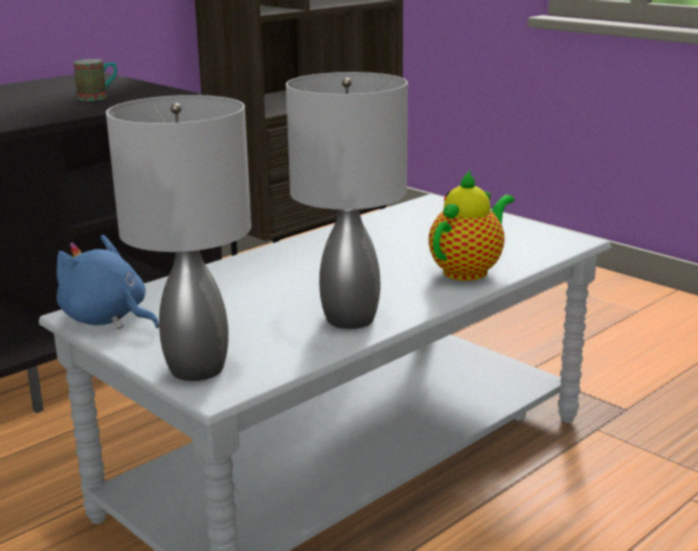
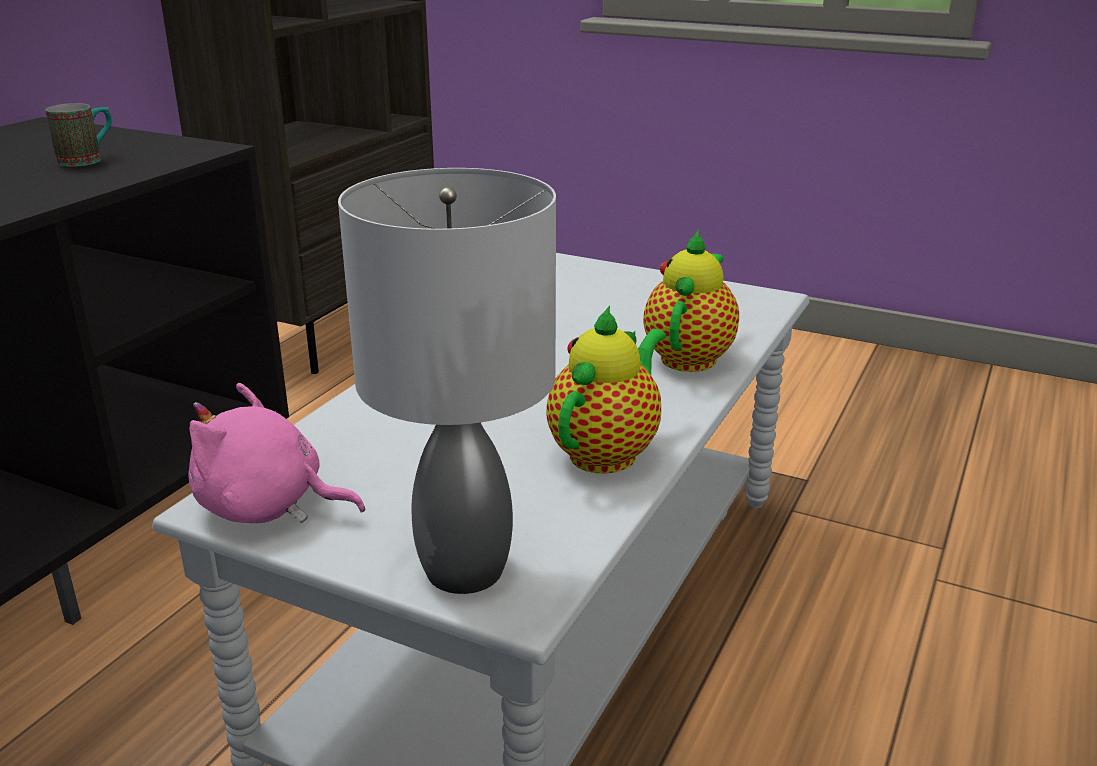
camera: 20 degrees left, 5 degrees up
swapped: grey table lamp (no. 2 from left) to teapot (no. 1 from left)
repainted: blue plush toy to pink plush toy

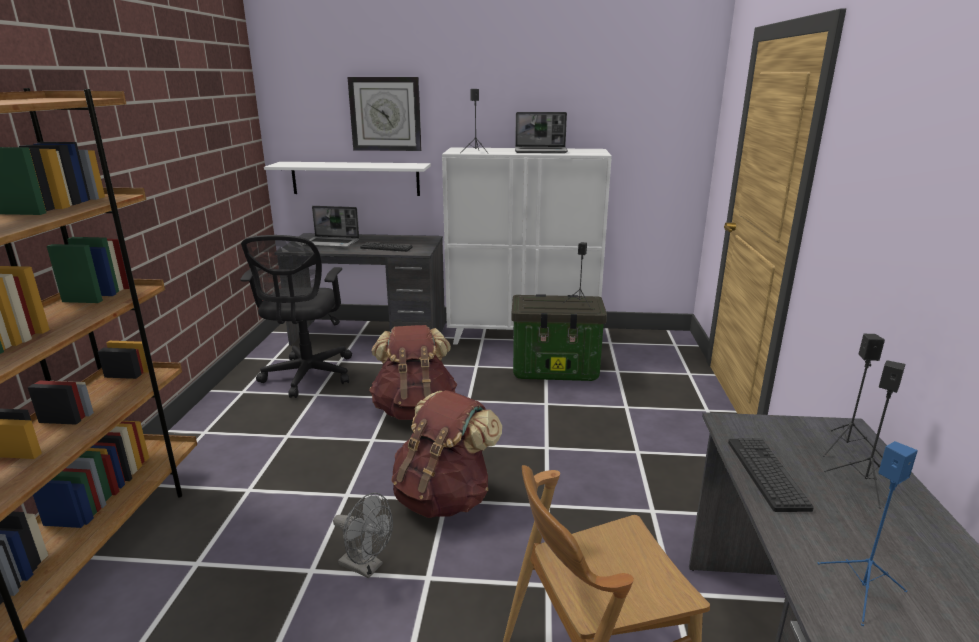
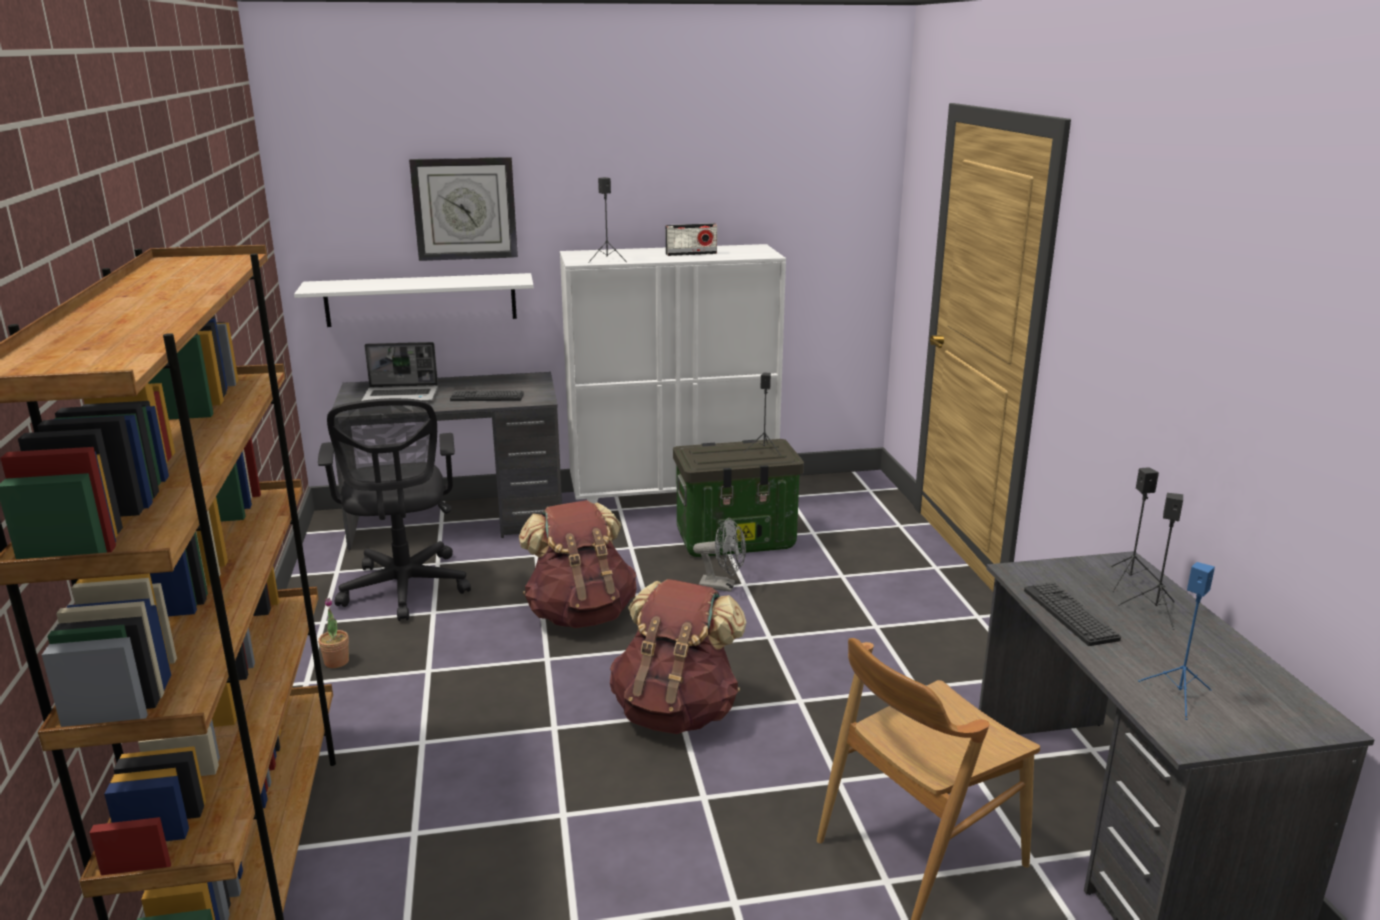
camera: 15 degrees left, 0 degrees up
new: potted plant
shifted: grey fan
swapped: laptop (no. 2 from left) to radio

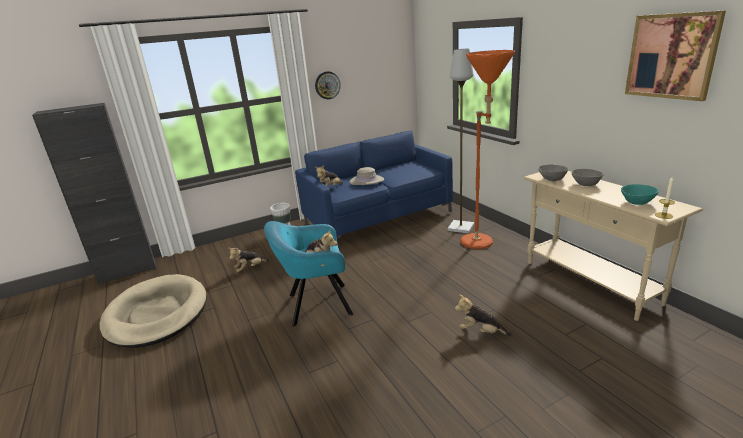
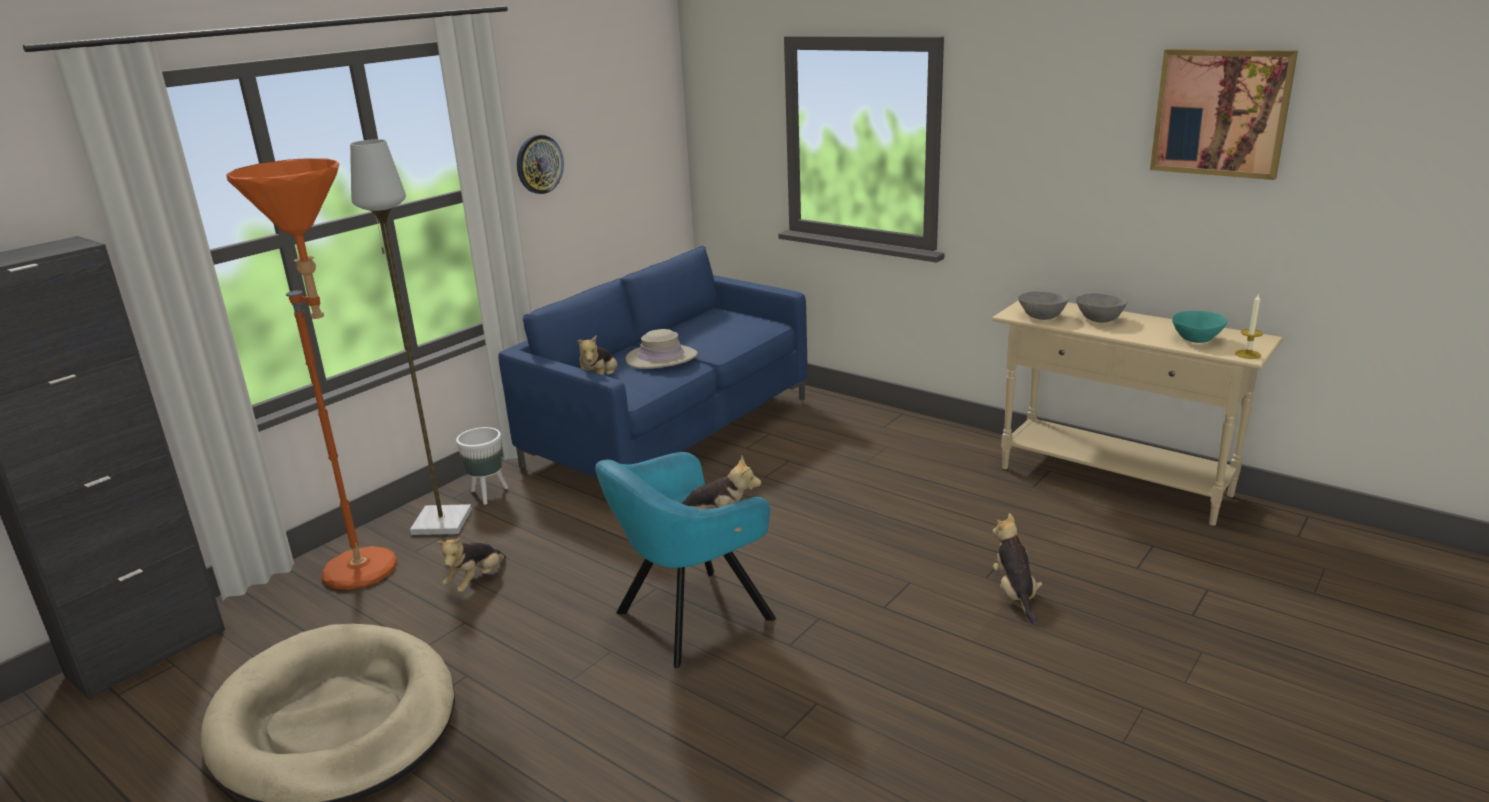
camera: 25 degrees left, 0 degrees up
shifted: orange floor lamp; grey floor lamp
rotated: plush toy (no. 4 from left) 90 degrees clockwise

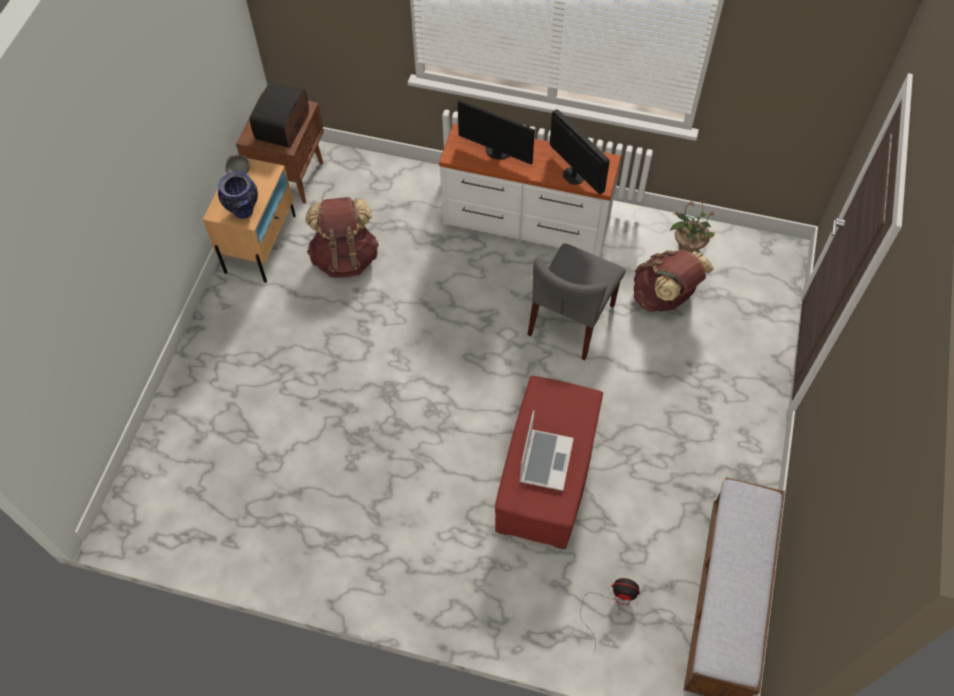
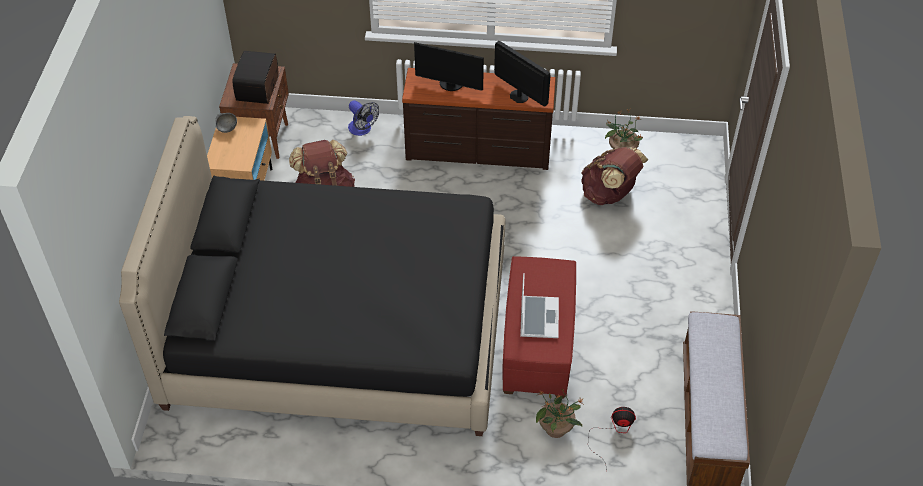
camera: 10 degrees left, 10 degrees down
gone: vase; grey chair
new: black bed; fan (no. 1 from left); potted plant (no. 1 from left)
repainted: white dresser to brown dresser

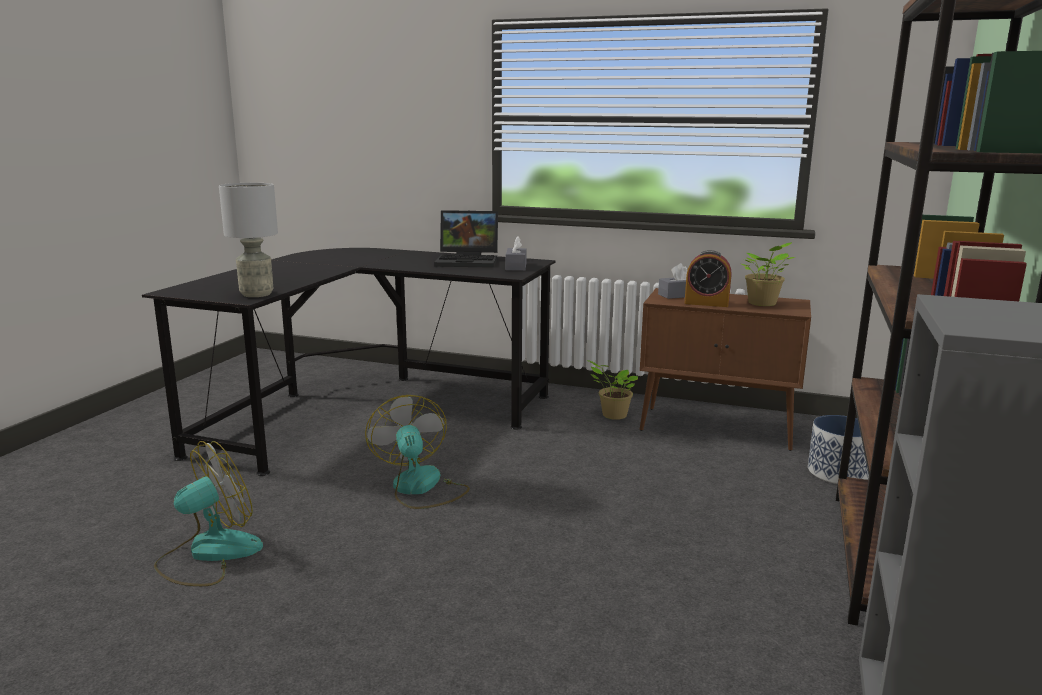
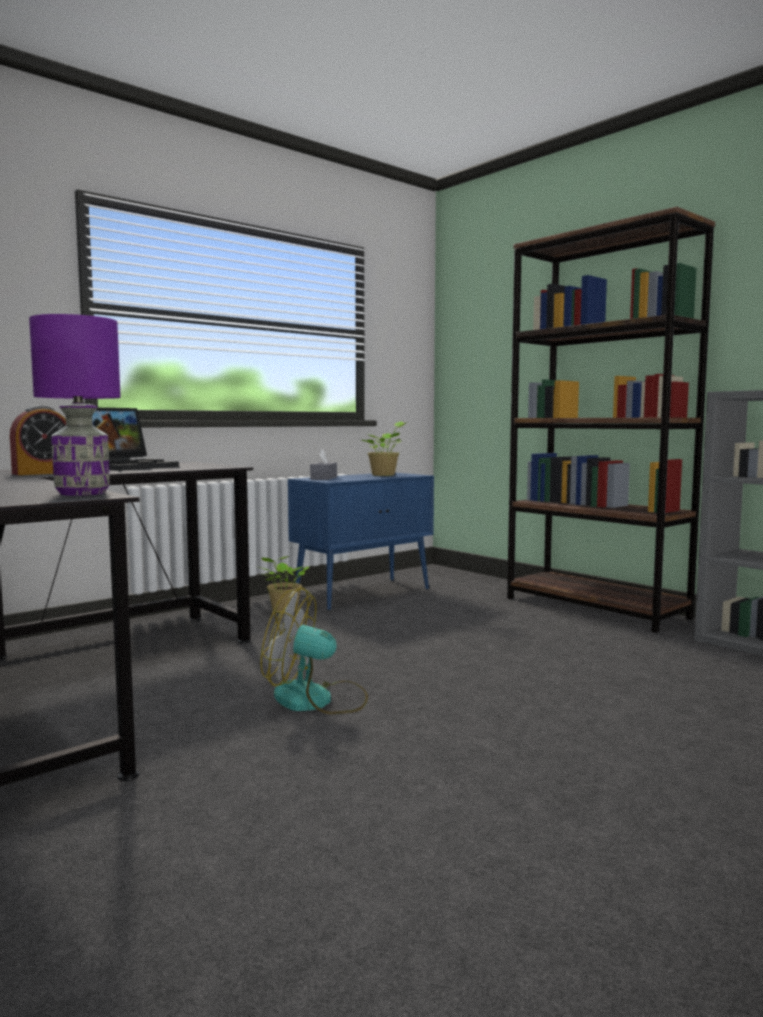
camera: 60 degrees left, 10 degrees down
gone: fan (no. 1 from left); grey tissue box (no. 1 from left); planter
shifted: alarm clock
repainted: grey table lamp to purple table lamp; brown cabinet to blue cabinet

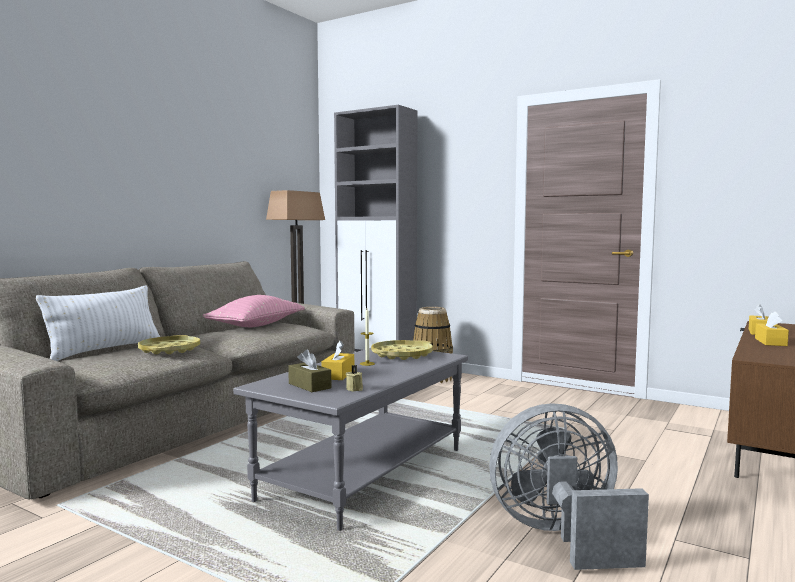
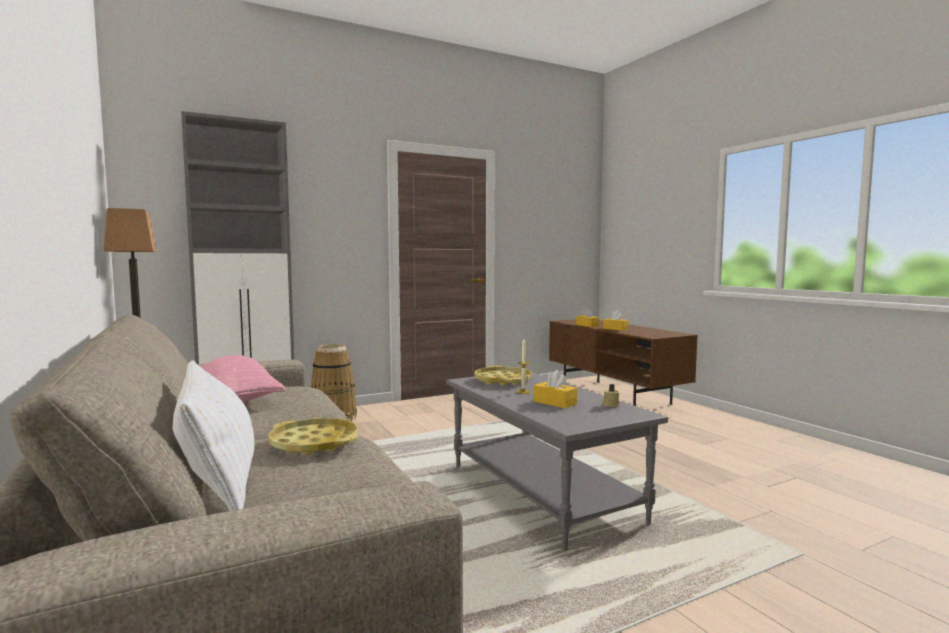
camera: 60 degrees left, 0 degrees up
gone: brown tissue box; grey fan

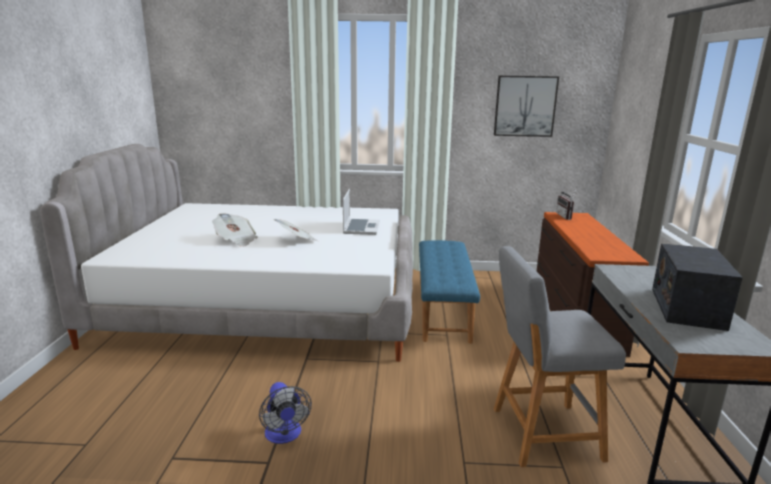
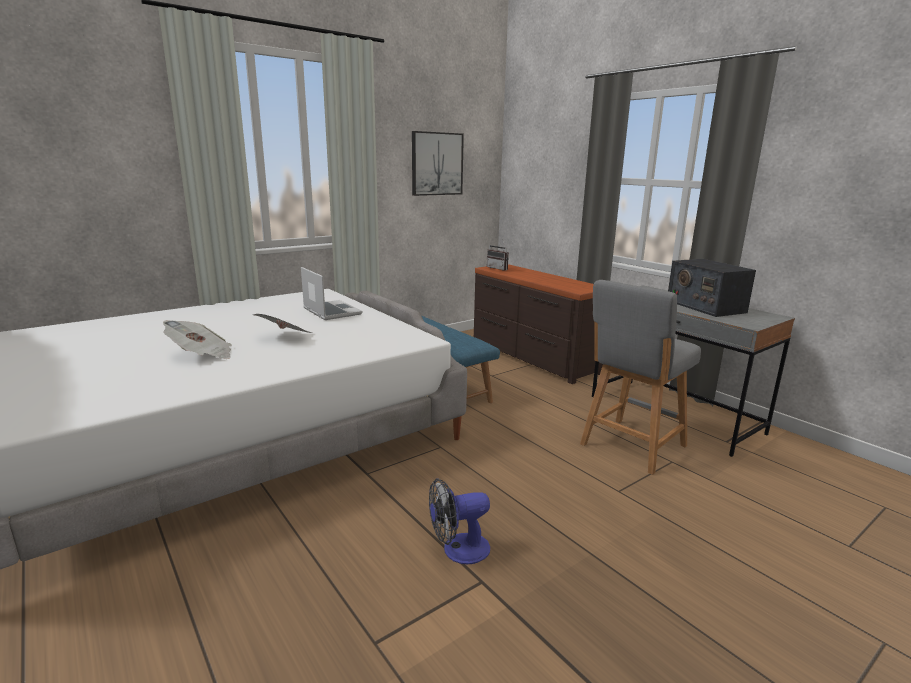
camera: 40 degrees left, 0 degrees up
rotated: fan 135 degrees clockwise

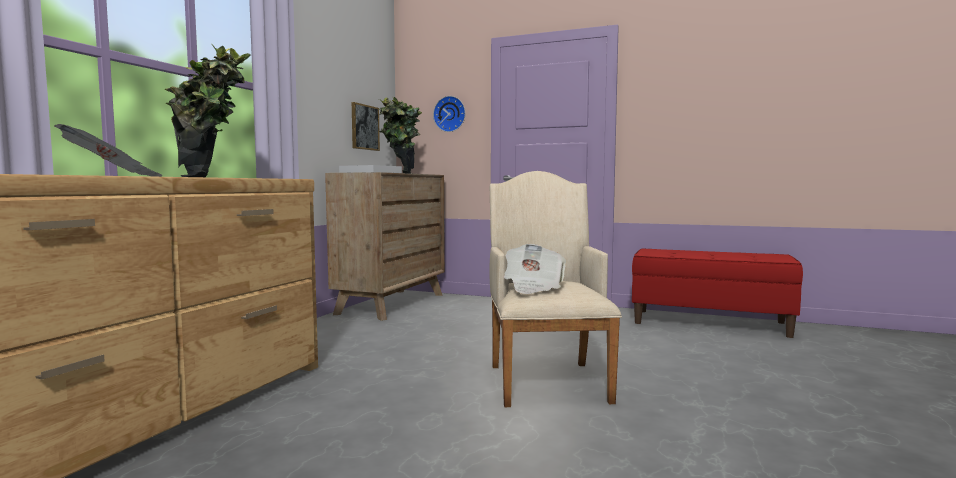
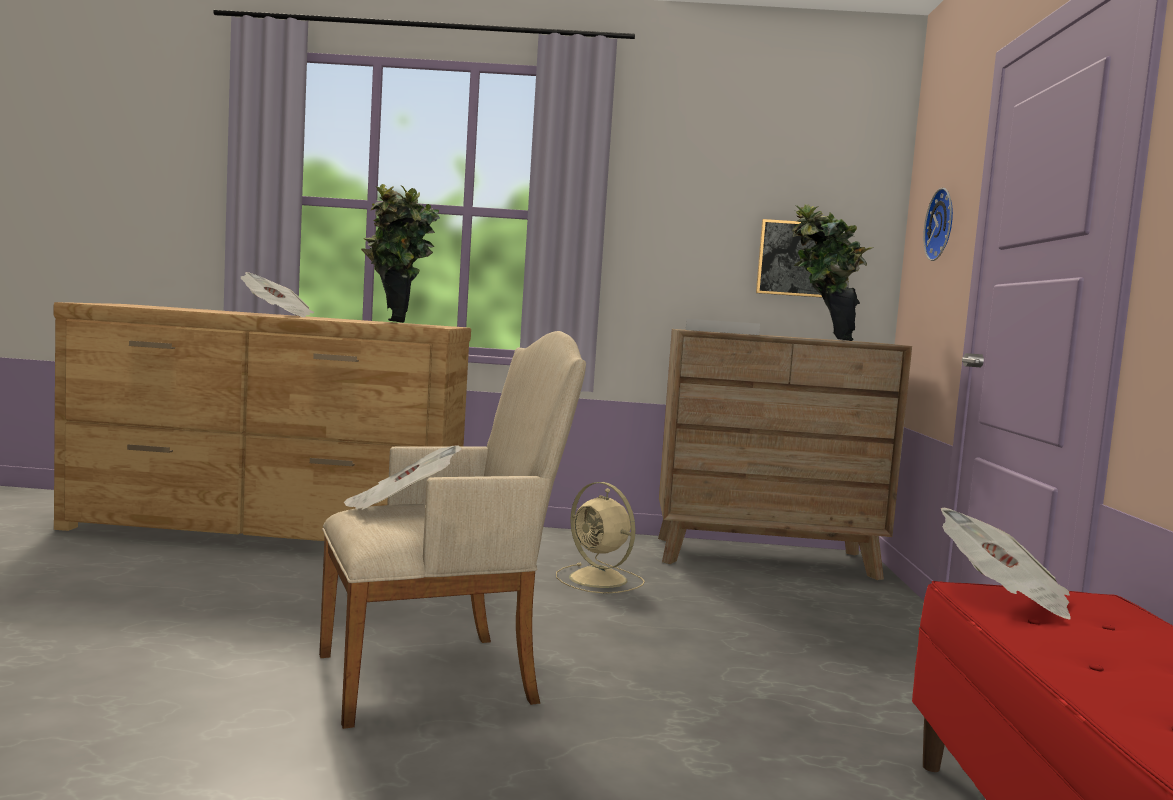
camera: 70 degrees right, 0 degrees up
new: beige fan; newspaper (no. 3 from left)

